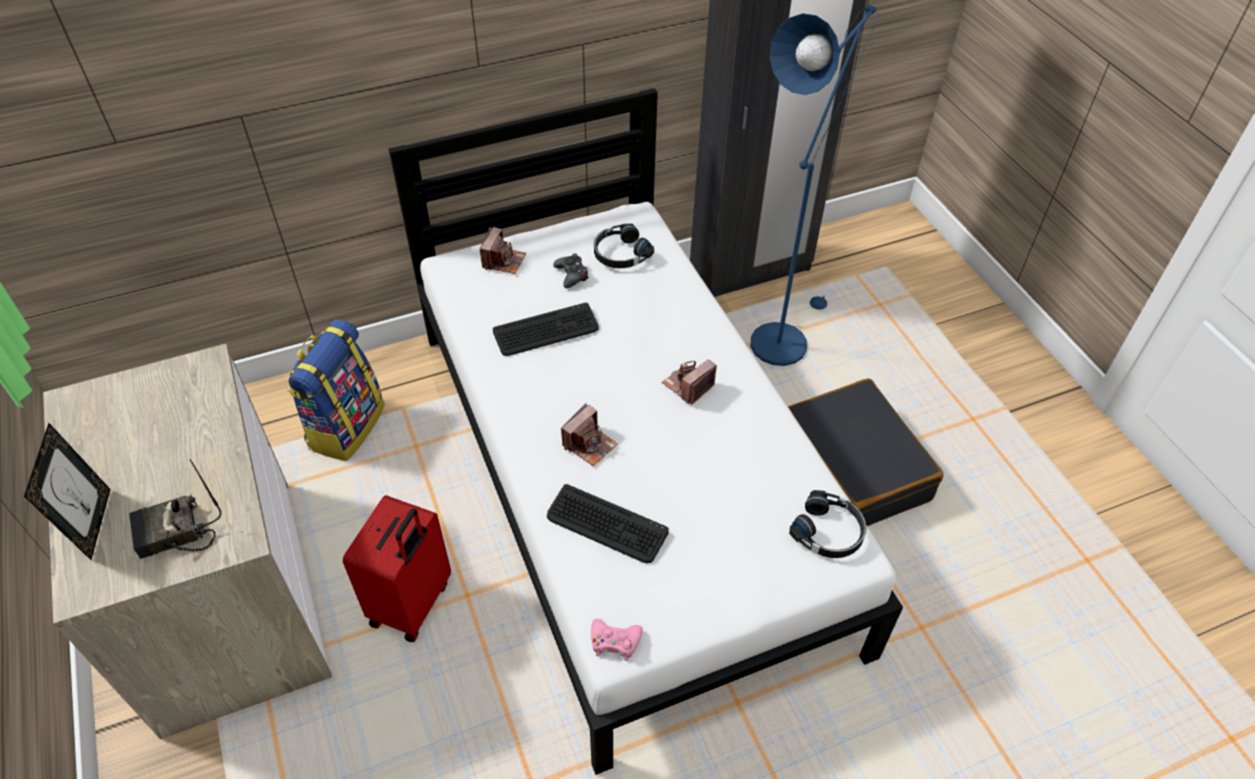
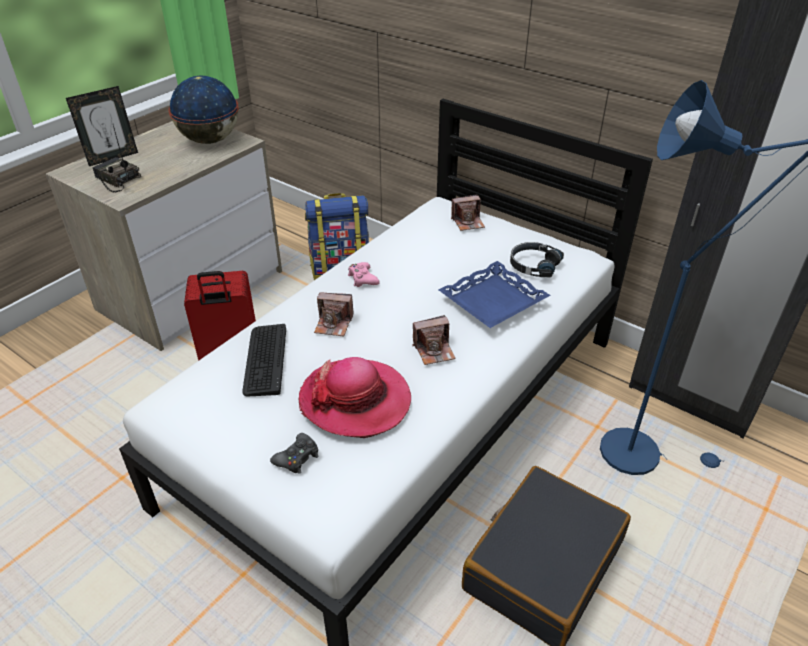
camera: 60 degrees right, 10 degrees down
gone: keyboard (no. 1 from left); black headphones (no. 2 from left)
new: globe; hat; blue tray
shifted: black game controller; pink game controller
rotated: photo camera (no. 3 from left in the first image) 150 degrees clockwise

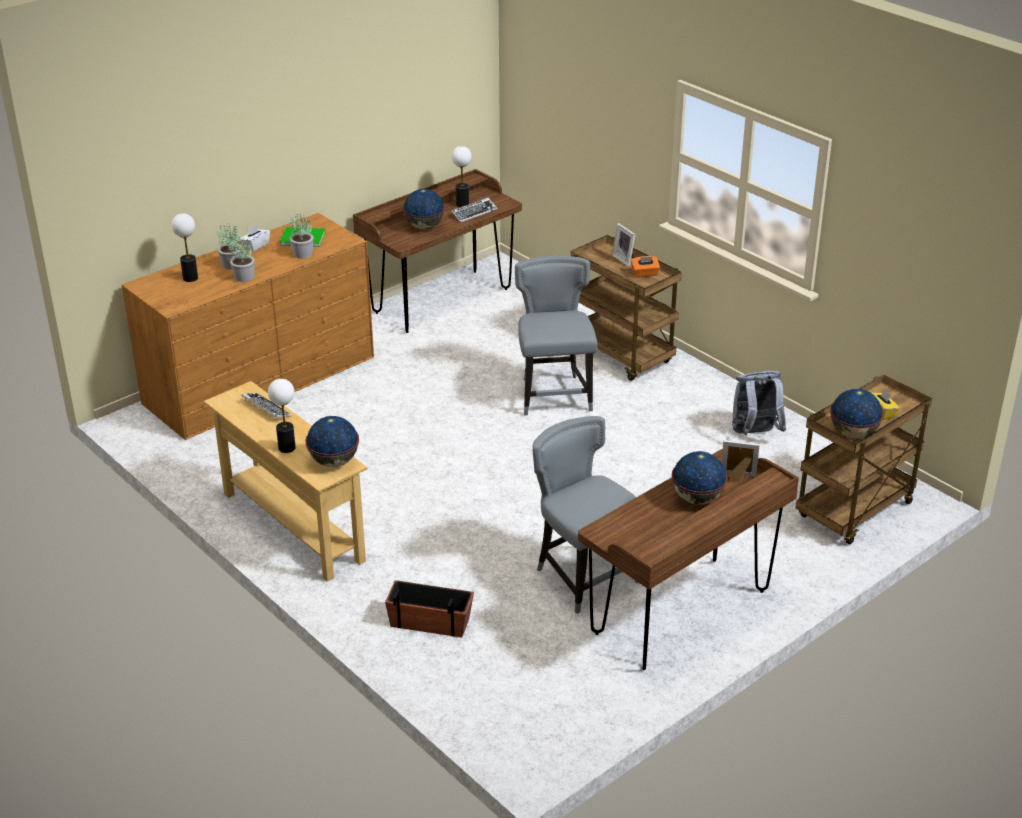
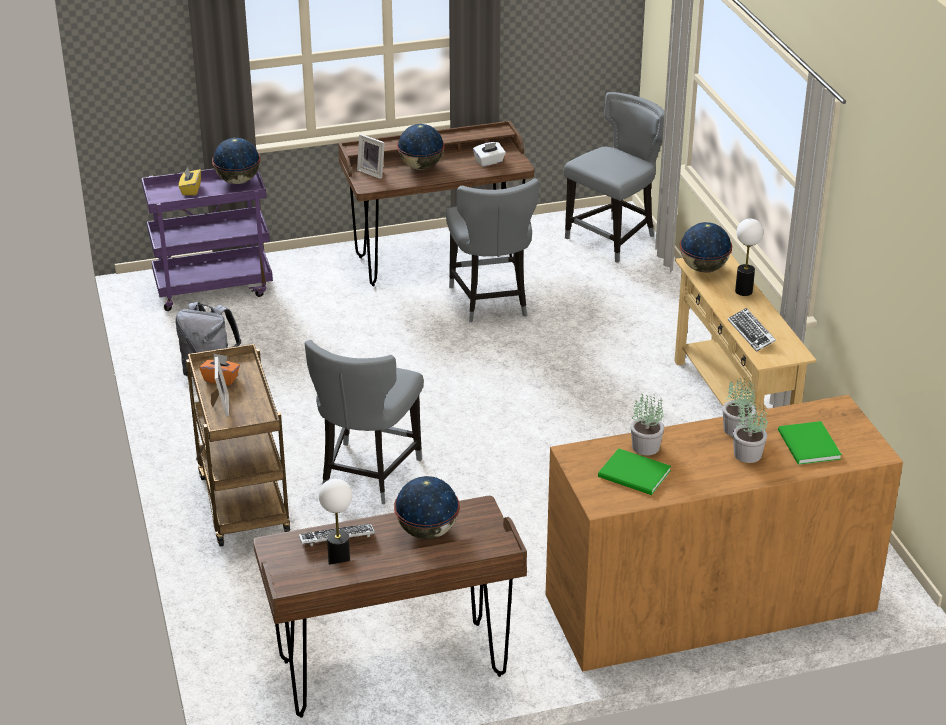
camera: 155 degrees left, 0 degrees up
gone: planter
new: grey chair (no. 3 from left)
shifted: white tissue box
swapped: table lamp (no. 1 from left) to green book (no. 2 from left)
repainted: brown cart (no. 2 from left) to purple cart

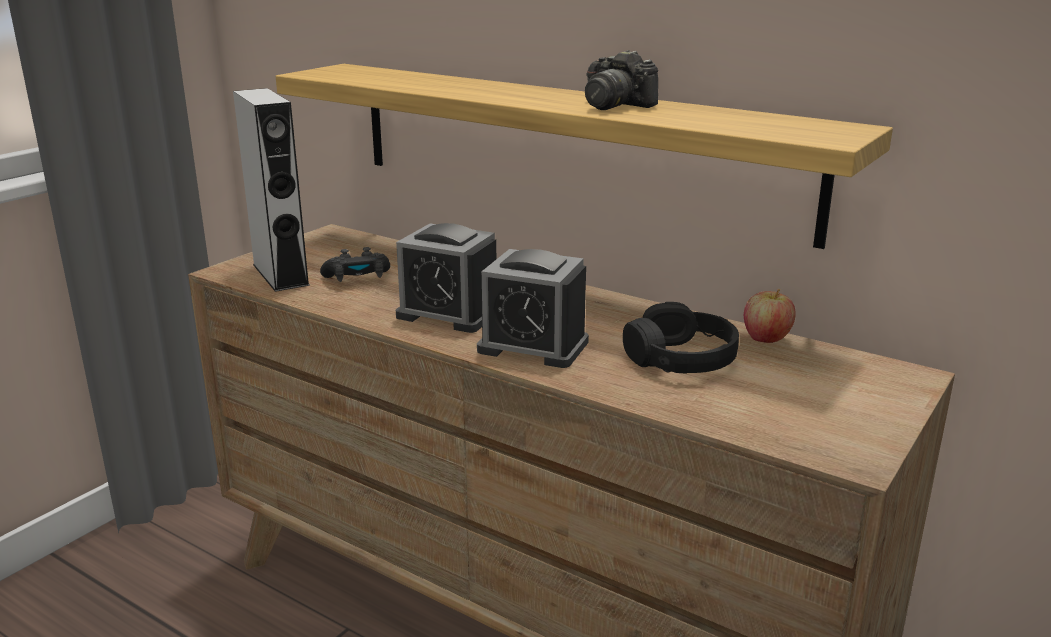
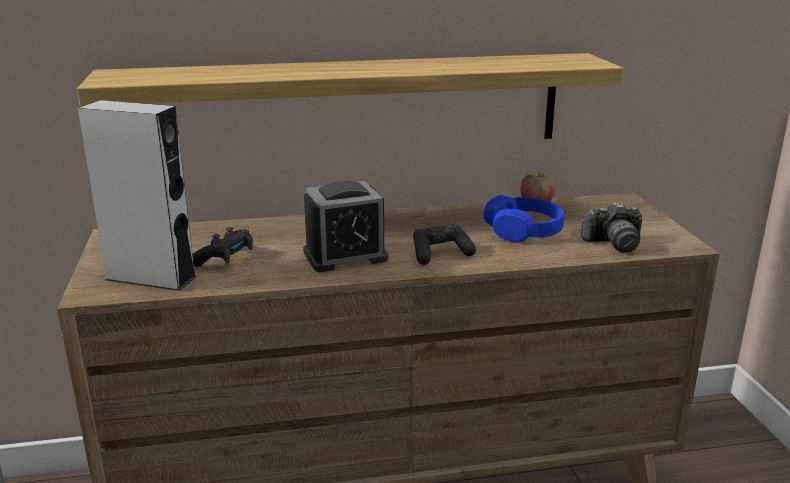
camera: 45 degrees left, 0 degrees up
shifted: photo camera
swapped: alarm clock (no. 2 from left) to black game controller (no. 2 from left)
repainted: black headphones to blue headphones

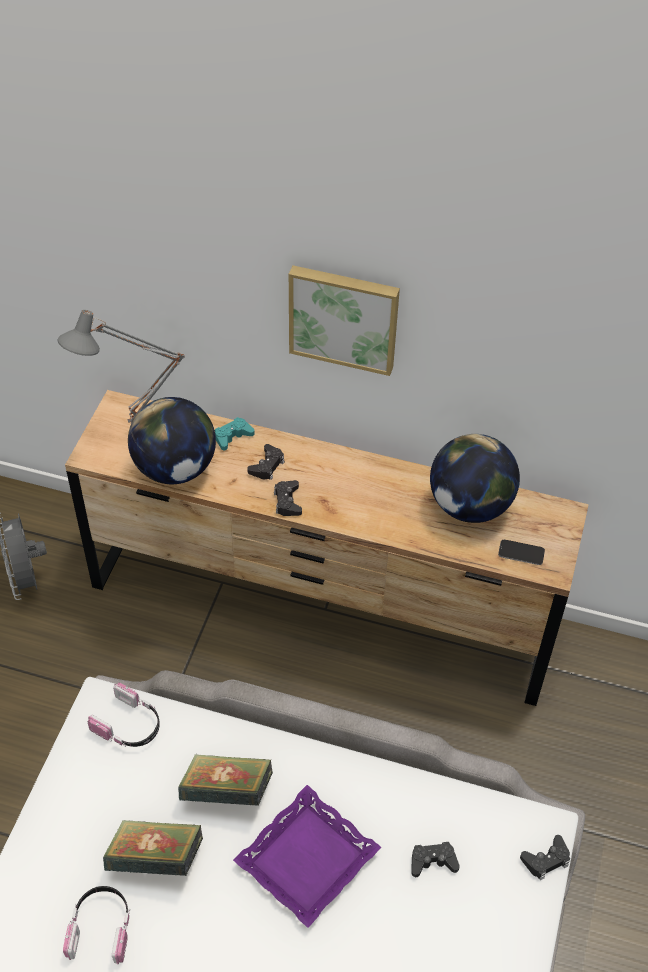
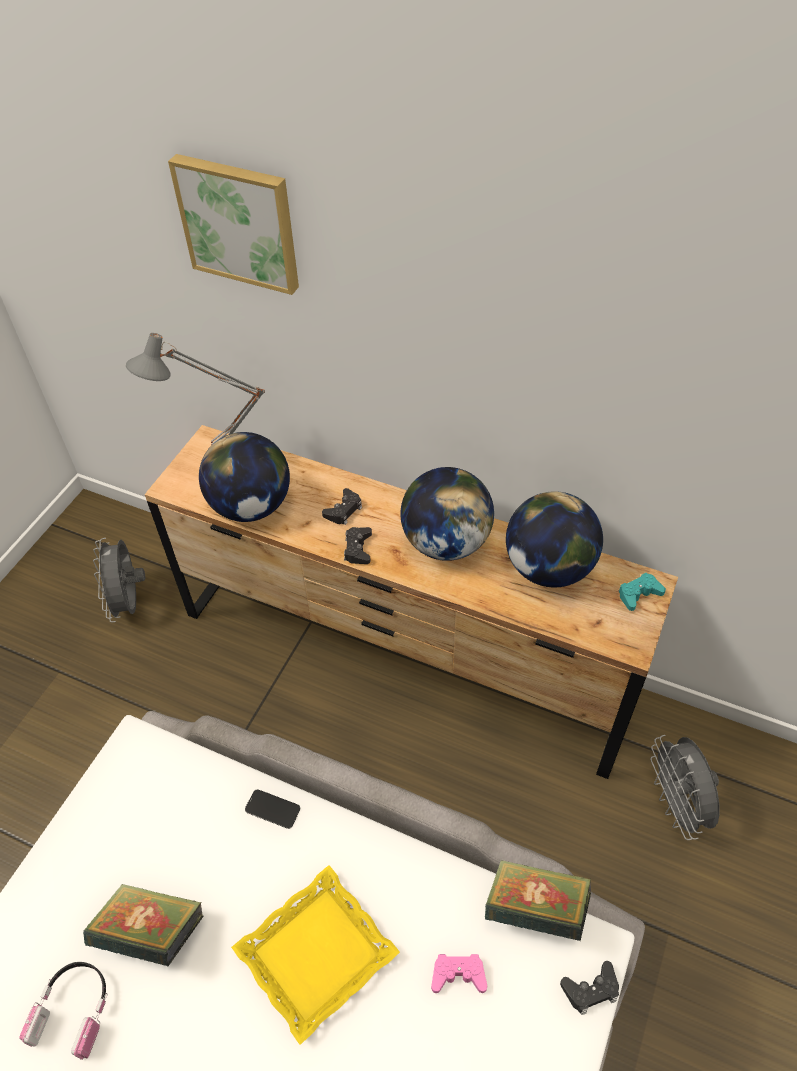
camera: 10 degrees right, 0 degrees up
gone: headphones (no. 2 from left)
new: globe (no. 2 from left); grey fan (no. 2 from left)
shifted: picture; phone; book (no. 2 from left); turquoise game controller
repainted: purple tray to yellow tray; black game controller (no. 3 from left) to pink game controller

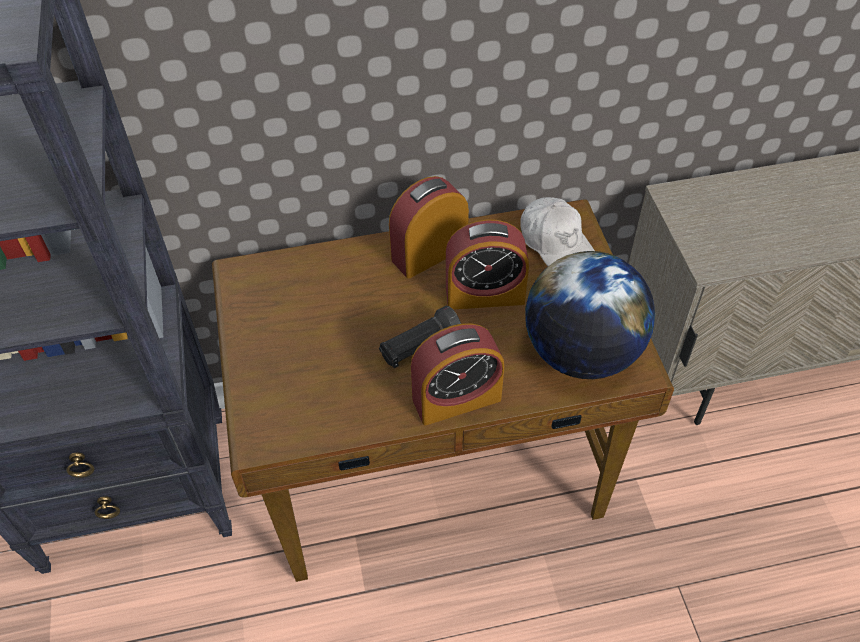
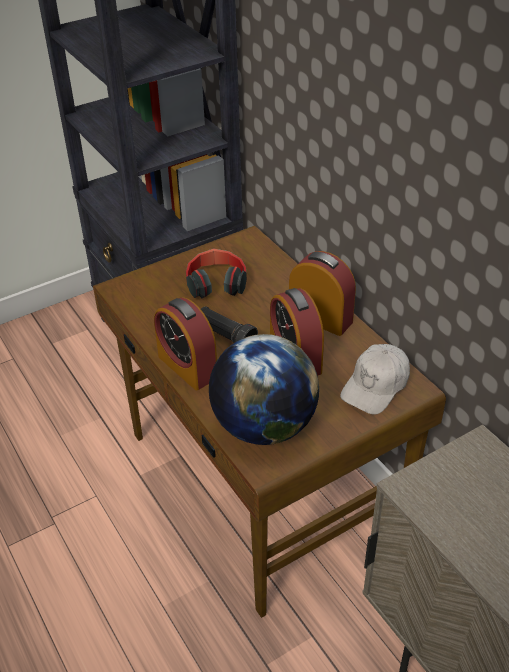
camera: 70 degrees right, 10 degrees down
new: headphones

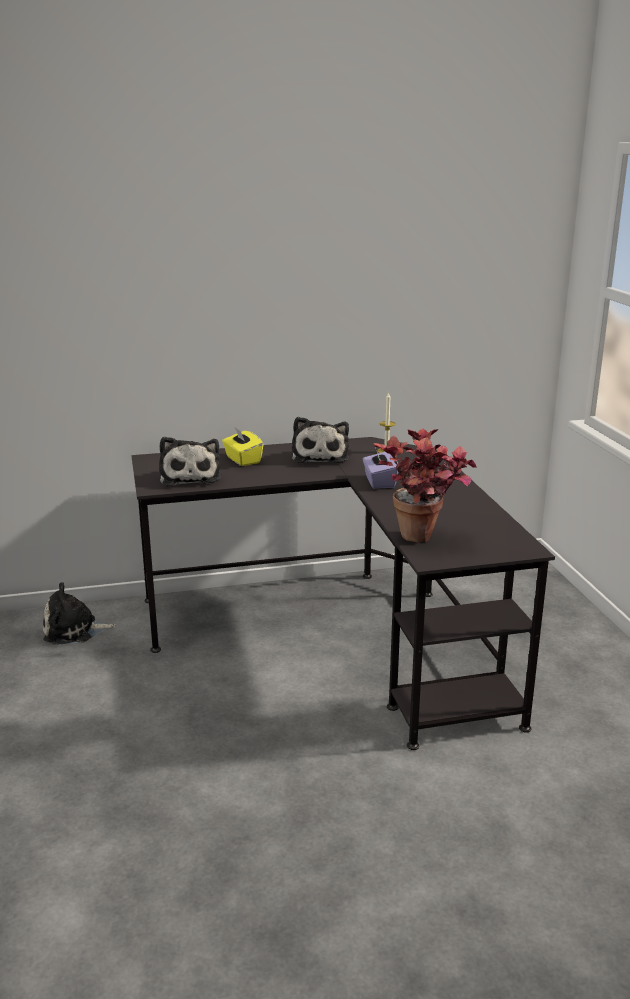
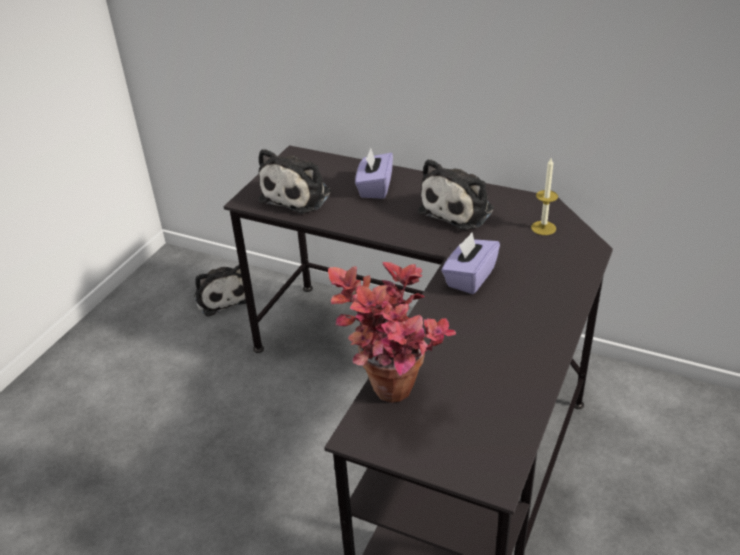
camera: 40 degrees right, 15 degrees up
repainted: yellow tissue box to purple tissue box (no. 1 from left)
rotated: plush toy (no. 1 from left) 150 degrees counterclockwise

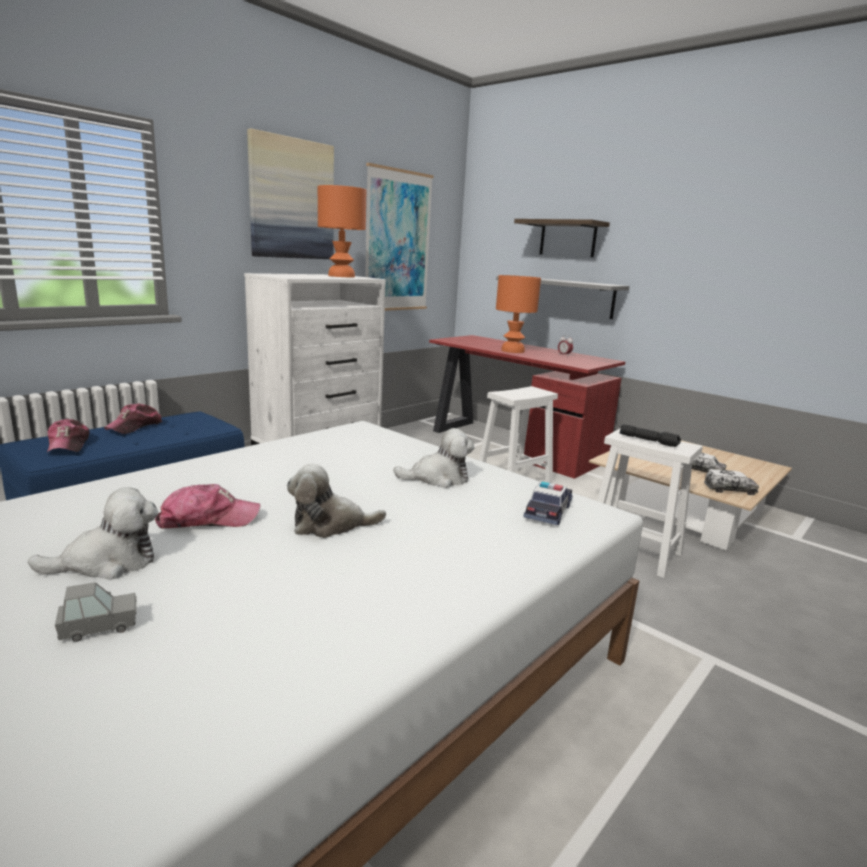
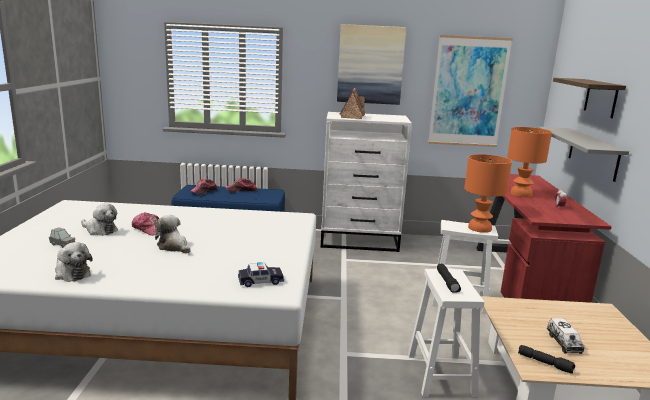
camera: 50 degrees right, 0 degrees up
new: toy house
shifted: plush toy (no. 3 from left in the first image) to plush toy (no. 1 from left); orange table lamp (no. 1 from left)
swapped: toy truck (no. 2 from left) to black flashlight (no. 2 from left)

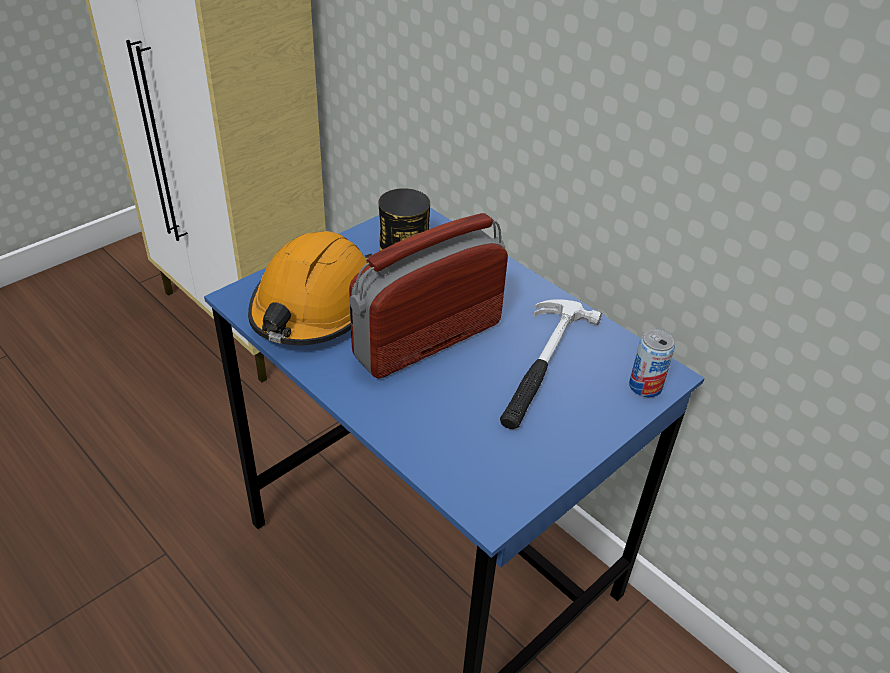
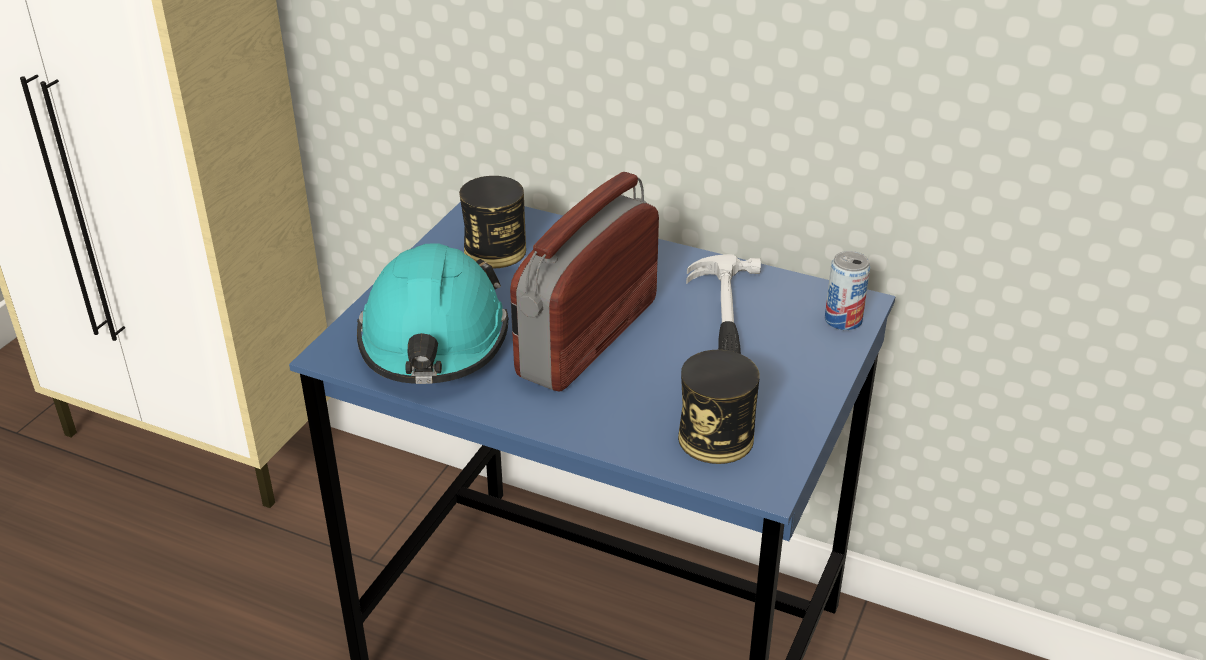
camera: 20 degrees left, 5 degrees down
new: can (no. 2 from left)
repainted: orange hard hat to turquoise hard hat

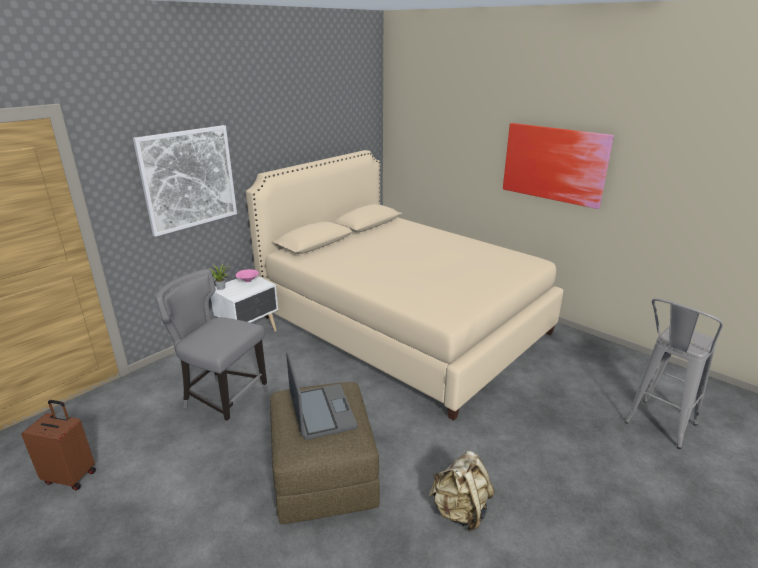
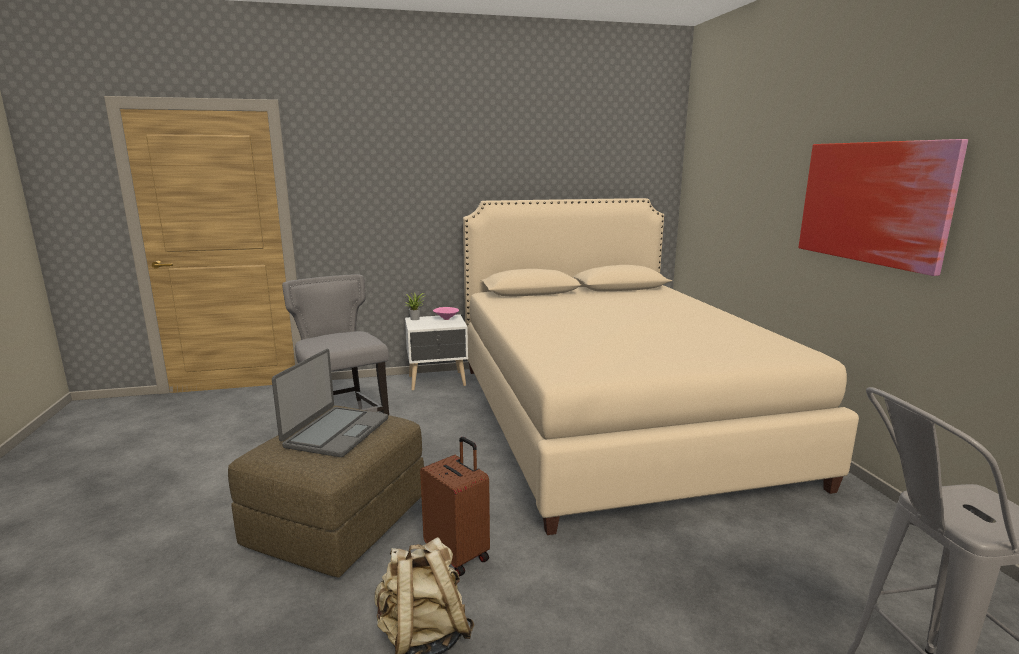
camera: 35 degrees right, 10 degrees down
gone: picture (no. 1 from left)
shifted: brown suitcase

